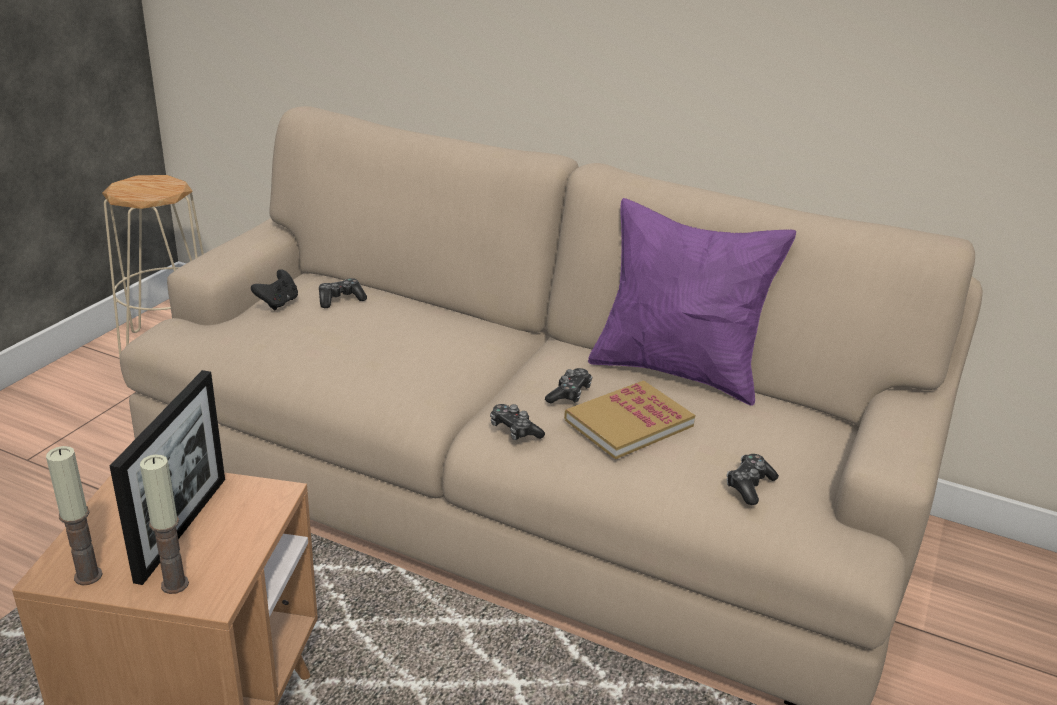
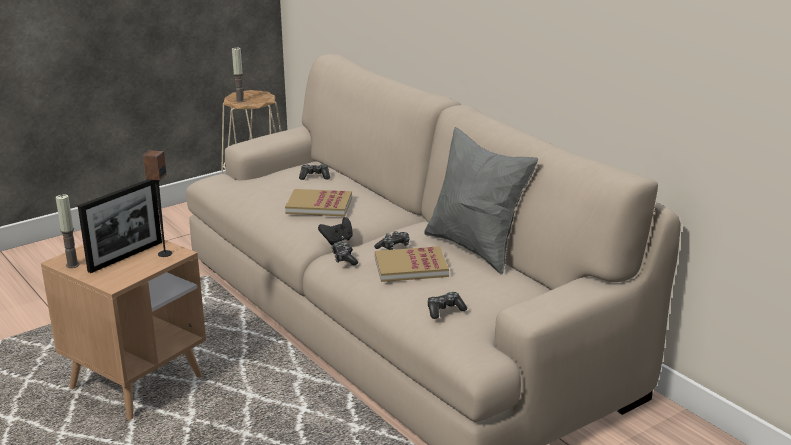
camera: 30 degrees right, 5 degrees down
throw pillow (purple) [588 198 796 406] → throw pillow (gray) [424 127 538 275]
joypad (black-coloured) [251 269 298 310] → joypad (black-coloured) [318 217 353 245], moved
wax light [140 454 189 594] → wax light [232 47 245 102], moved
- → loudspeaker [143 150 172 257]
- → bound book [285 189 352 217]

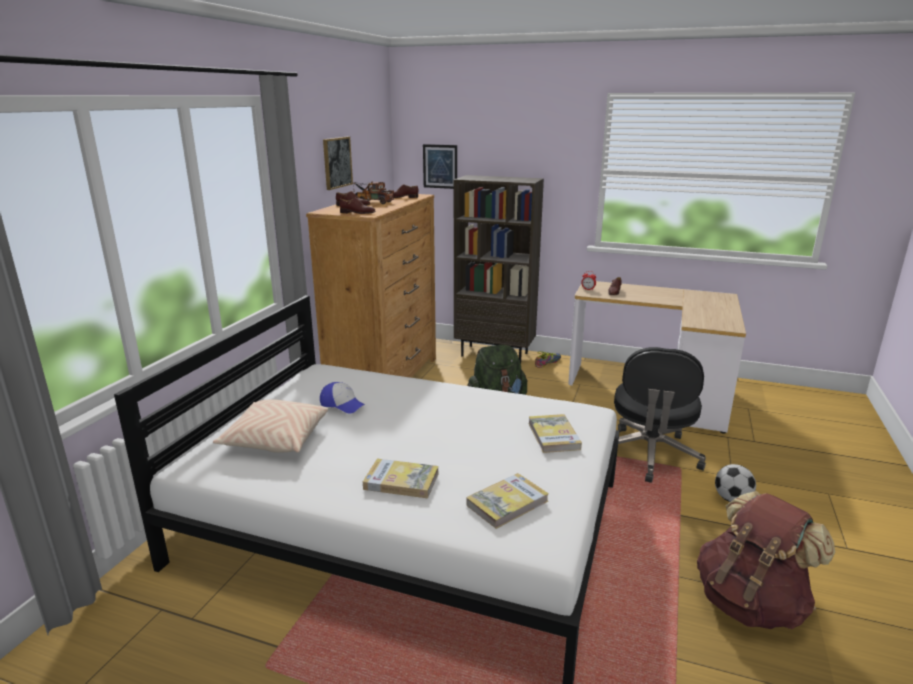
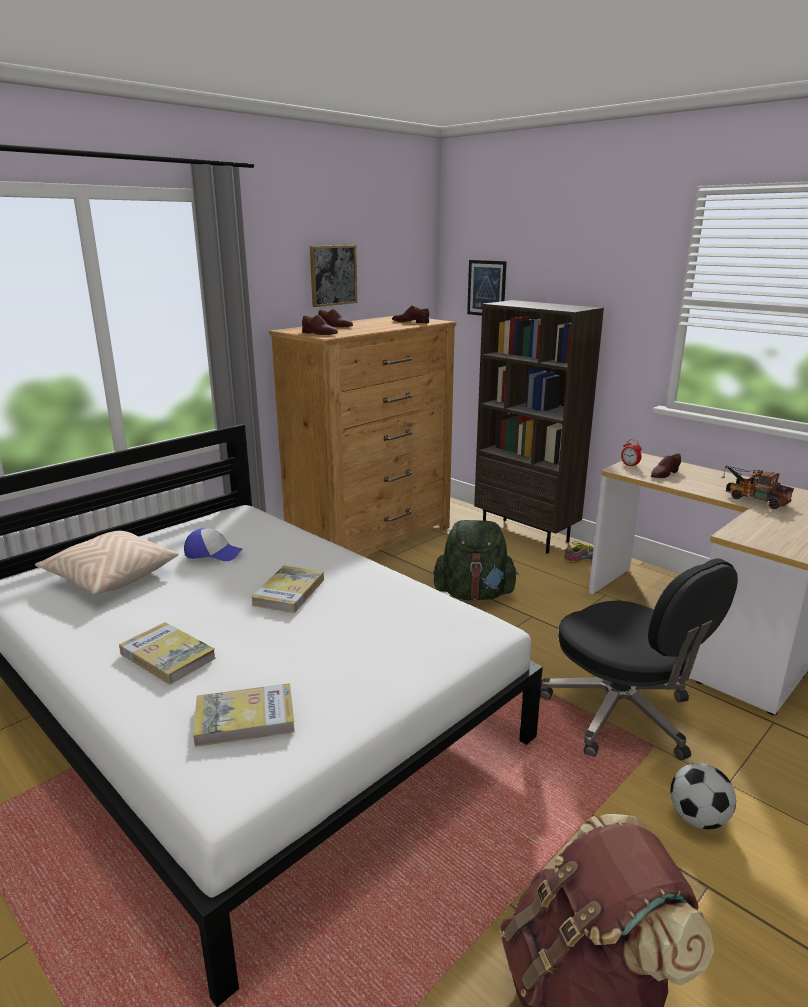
camera: 25 degrees right, 0 degrees up
toy lorry [353 182 394 204] → toy lorry [722 466 794 509], moved
computer chair (black-coloured) [614 347 706 483] → computer chair (black-coloured) [540 558 738 760], 75 degrees counterclockwise
cap [320 382 366 413] → cap [184 528 243 561], 45 degrees counterclockwise
bound book [528 414 582 453] → bound book [251 566 324 613], moved

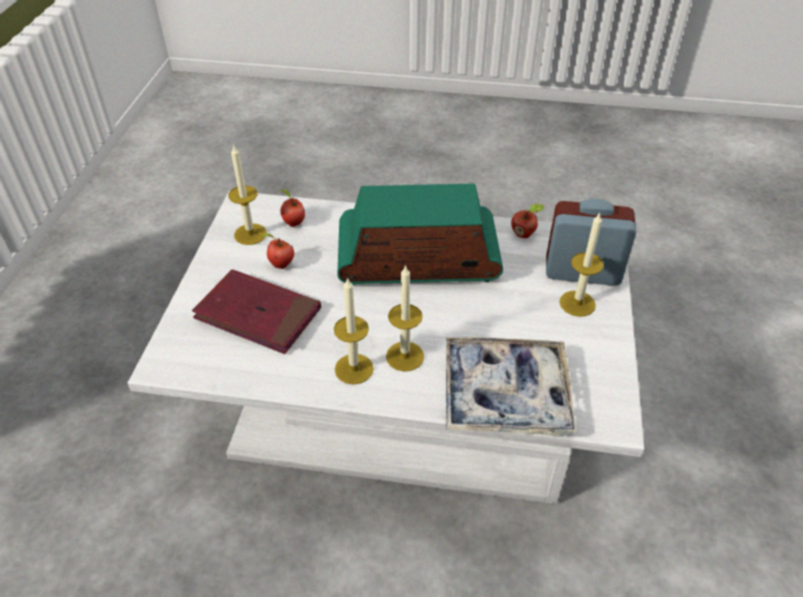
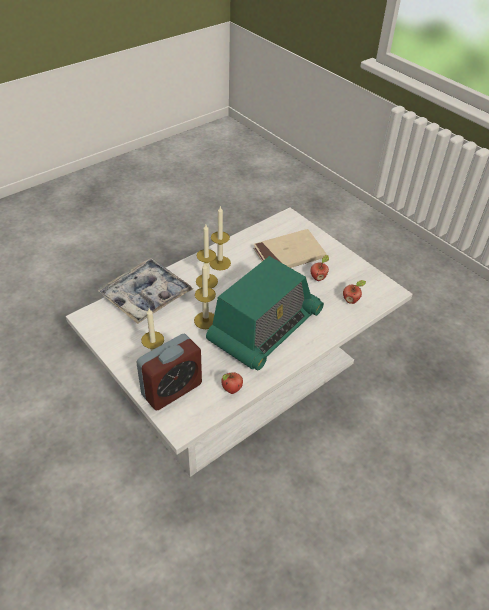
camera: 130 degrees right, 0 degrees up
wax light [228 144 267 245] → wax light [194 262 216 329], moved
bound book (reddish) [192 269 321 354] → bound book (sand-coloured) [253 229 326 268]

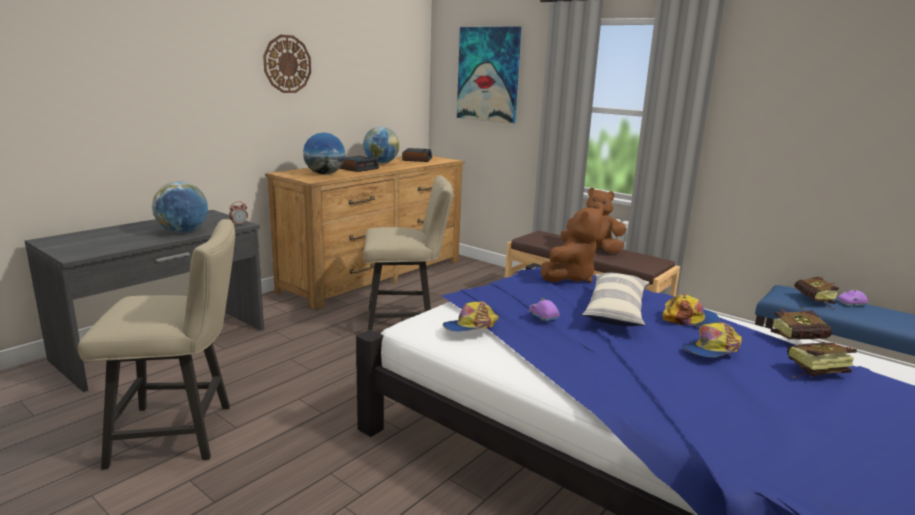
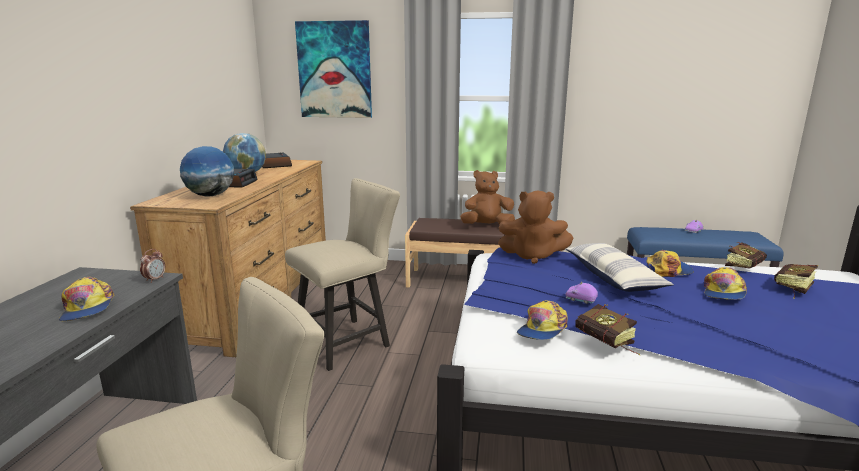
camera: 30 degrees left, 0 degrees up
clock on the wall [263 35 311 93] → -
desk globe [152 182 208 233] → cap [59 277 115 321]
soft toy (brownish) [541 207 603 283] → soft toy (brownish) [498 190 573 264], 90 degrees clockwise
bound book [795 277 839 310] → bound book [575 304 640 355], moved

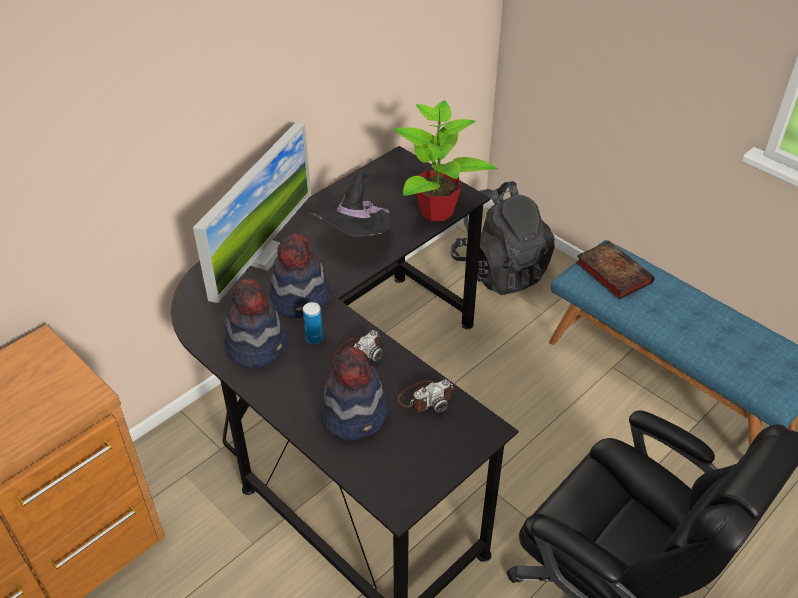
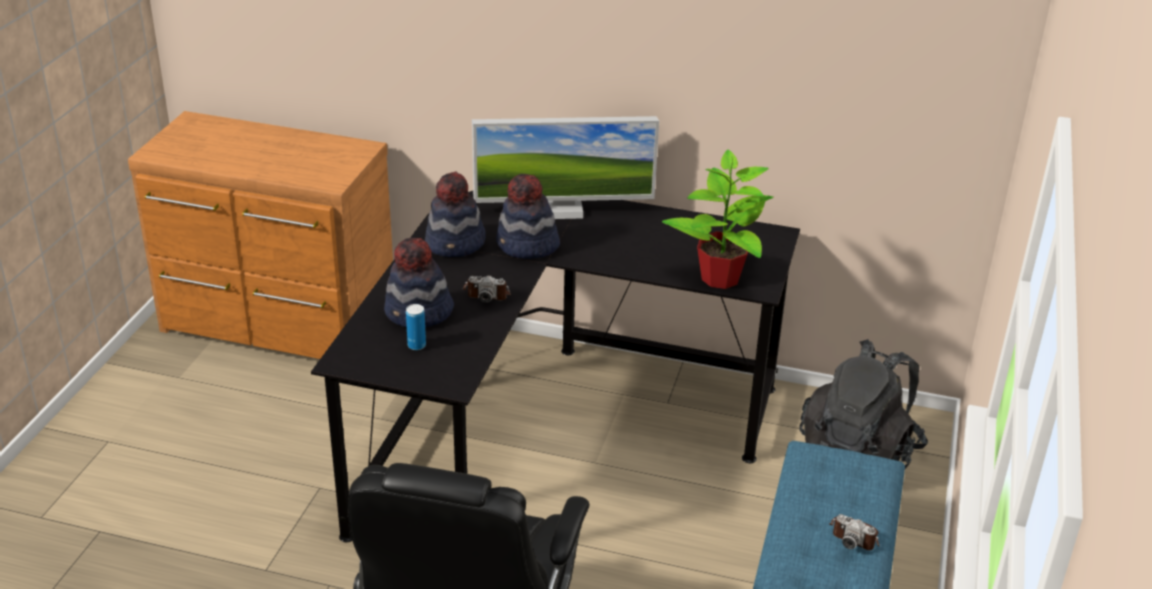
camera: 60 degrees right, 10 degrees down
hat (black-coloured) [307 170 390 237] → -
bound book [576 241 655 300] → -
sealed can [303 302 323 344] → sealed can [406 304 426 350], moved
photo camera [397 380 454 412] → photo camera [829 514 880 550], moved

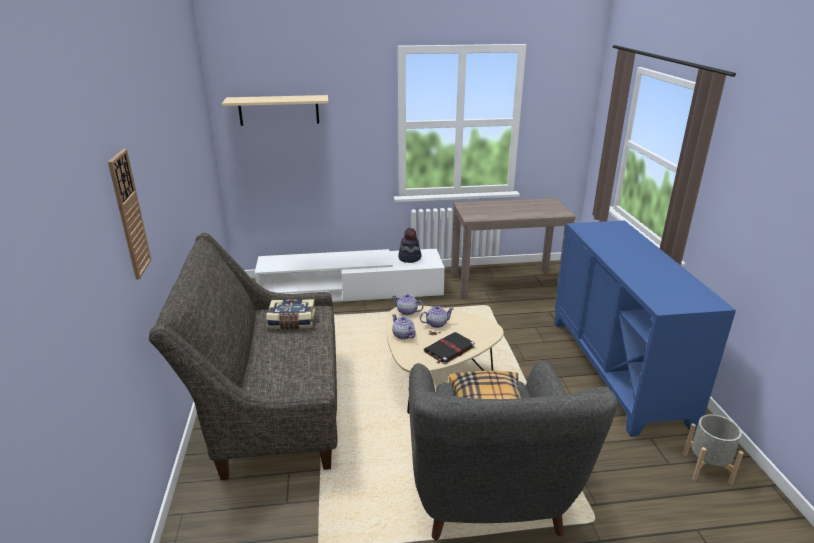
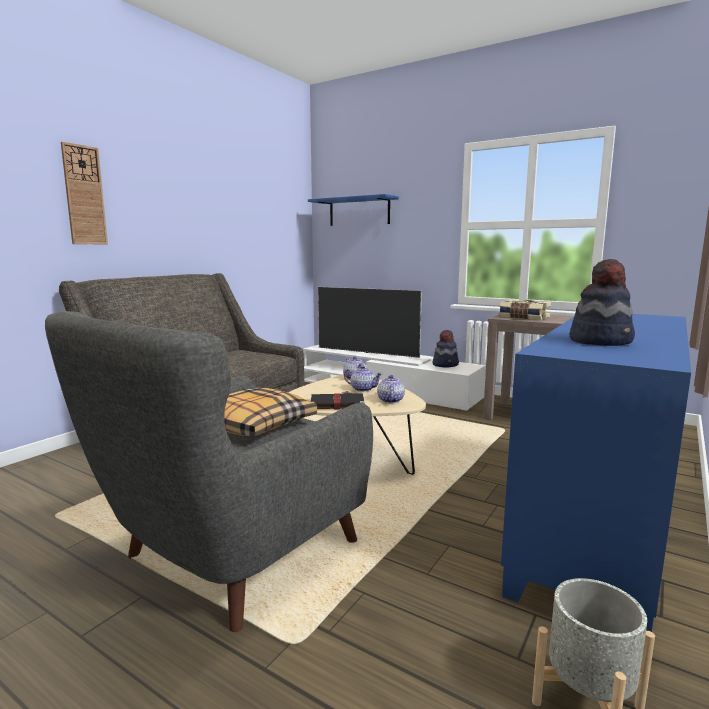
camera: 40 degrees right, 15 degrees down
bracket shelf (sand-coloured) [222 95 328 126] → bracket shelf (blue-coloured) [308 194 399 226]
bound book [266 299 315 329] → bound book [499 300 551 320], moved
pot for tea [392 314 416 340] → pot for tea [377 375 405 403], moved
- → hat [569 259 635 346]
- → TV [318 287 422 358]

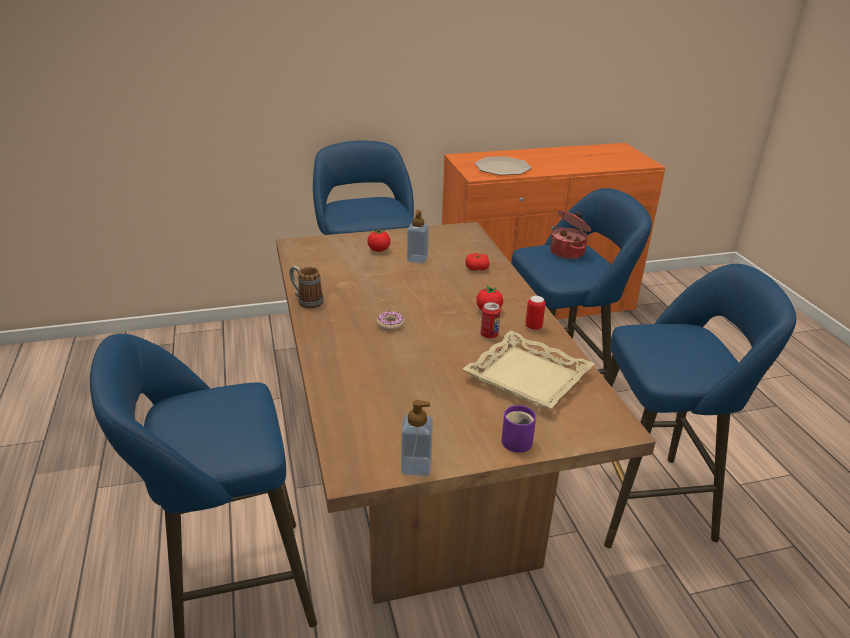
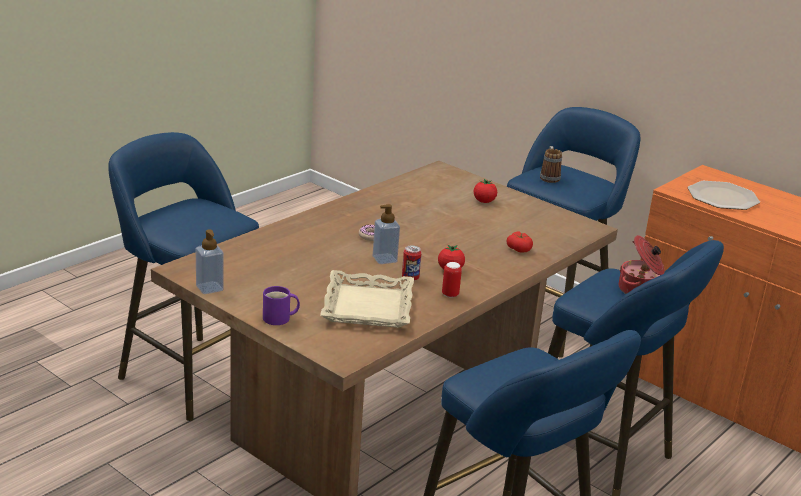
camera: 55 degrees right, 5 degrees down
soap dispenser [407 210 429 263] → soap dispenser [373 204 400 264], moved
mug [289 266 324 308] → mug [540 146 562 183], moved

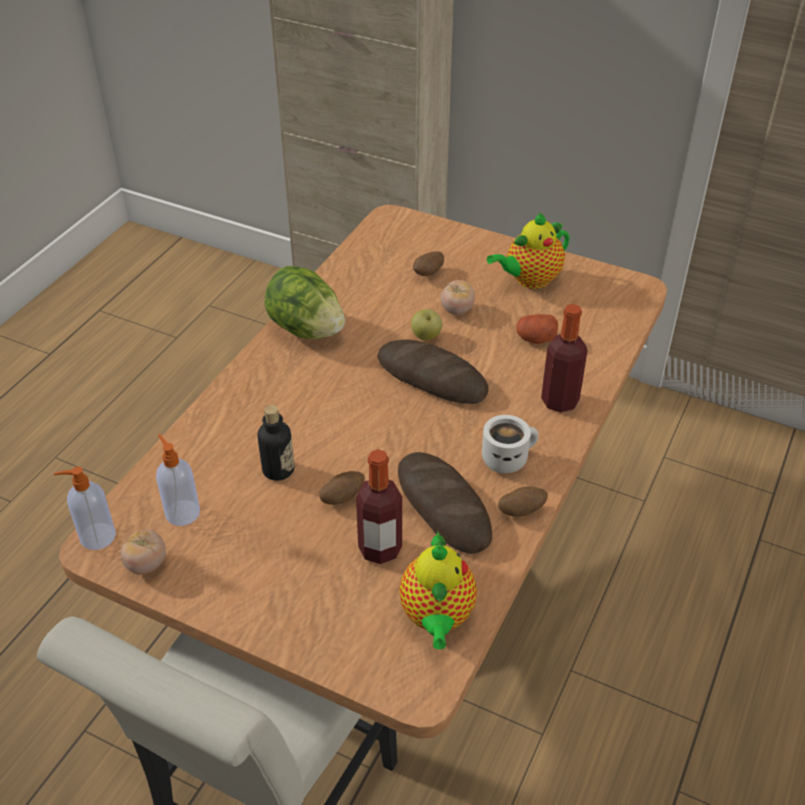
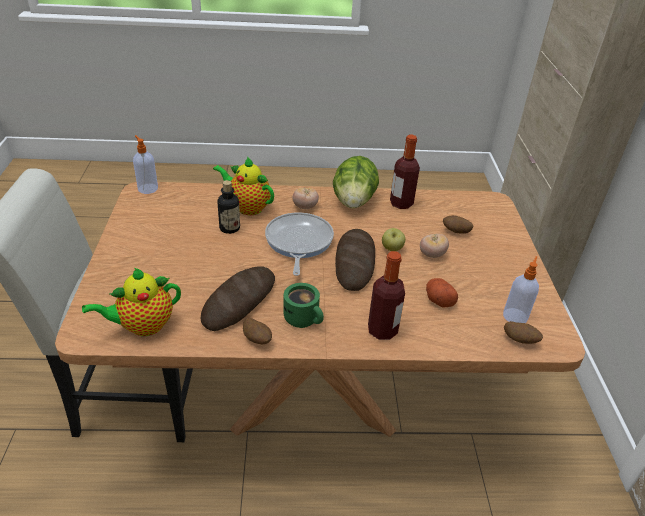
camera: 60 degrees right, 5 degrees down
pot for tea [487 213 570 289] → pot for tea [213 156 274 215], moved
mug (whitish) [482 415 539 474] → mug (green-coloured) [283 283 324 328]
soap dispenser [156 434 200 526] → soap dispenser [503 256 539 323], moved
beverage bottle [356 449 402 564] → beverage bottle [390 135 420 209], moved
potato [319 471 365 505] → potato [504 321 543 344], moved
whole tomato [121 530 166 575] → whole tomato [293 188 319 209], moved
- → frying pan [265 213 334 276]

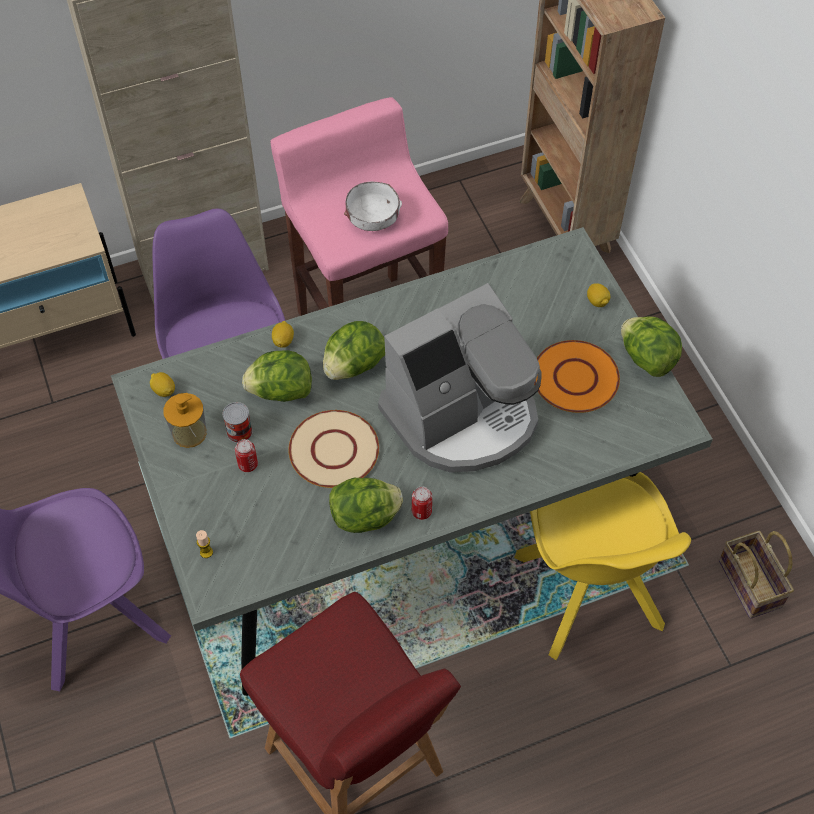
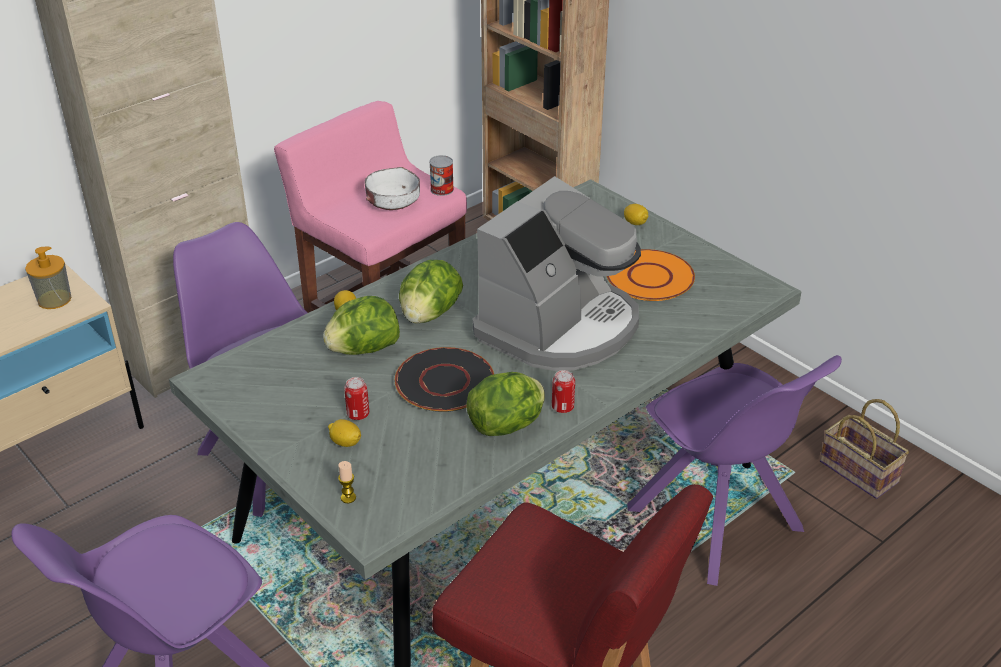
camera: 20 degrees left, 20 degrees down
lettuce head [621 316 682 377] → -
lemon [150 372 175 397] → lemon [328 419 361 447], moved
soap dispenser [163 393 207 448] → soap dispenser [25 247 71 309], moved
sealed can [223 402 253 443] → sealed can [429 155 454 196], moved
plate (sand-coloured) [289 410 379 488] → plate (black-coloured) [395 347 494 412]
chair (yellow-coloured) [514 472 691 660] → chair (purple) [627 355 842 586]

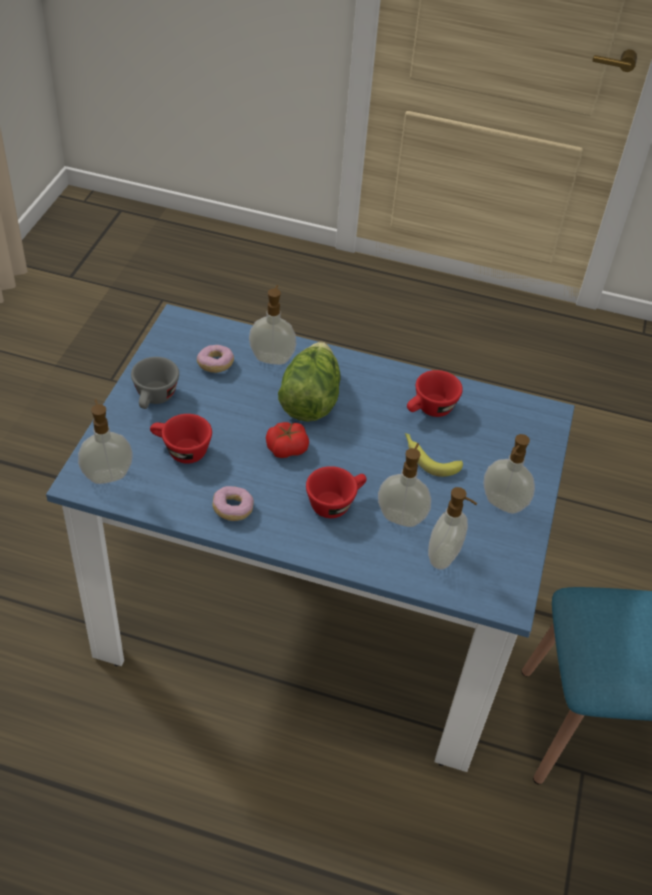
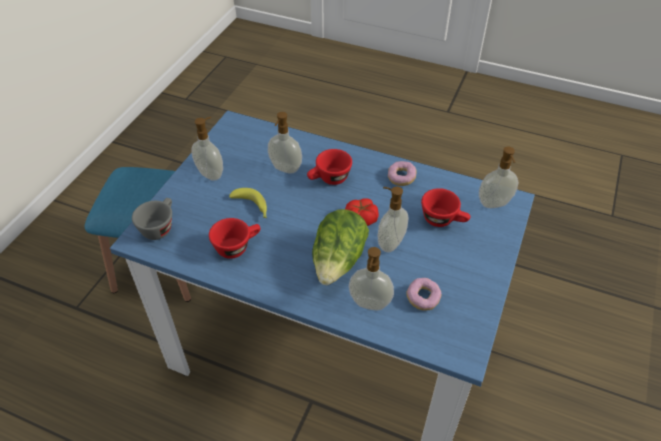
camera: 170 degrees left, 0 degrees up
small cup (gray) [131 357 179 409] → small cup (gray) [132 198 172 240], moved
soap dispenser [428 487 477 570] → soap dispenser [378 187 409 252], moved

